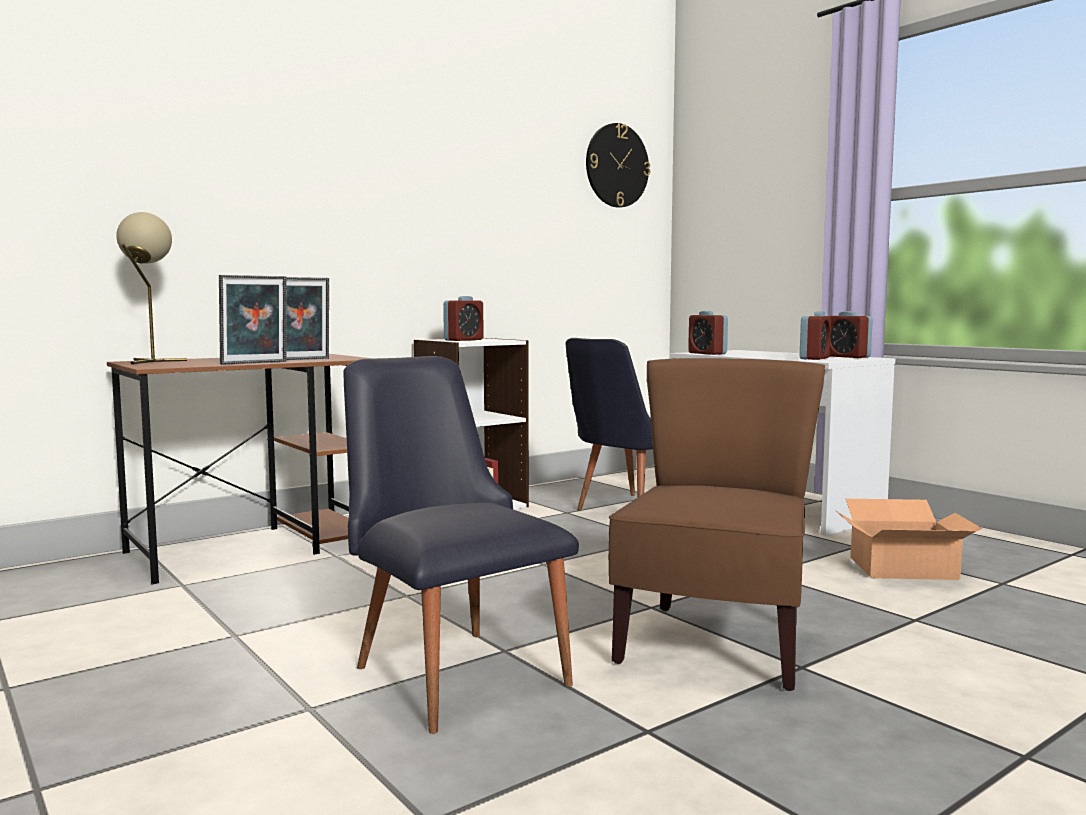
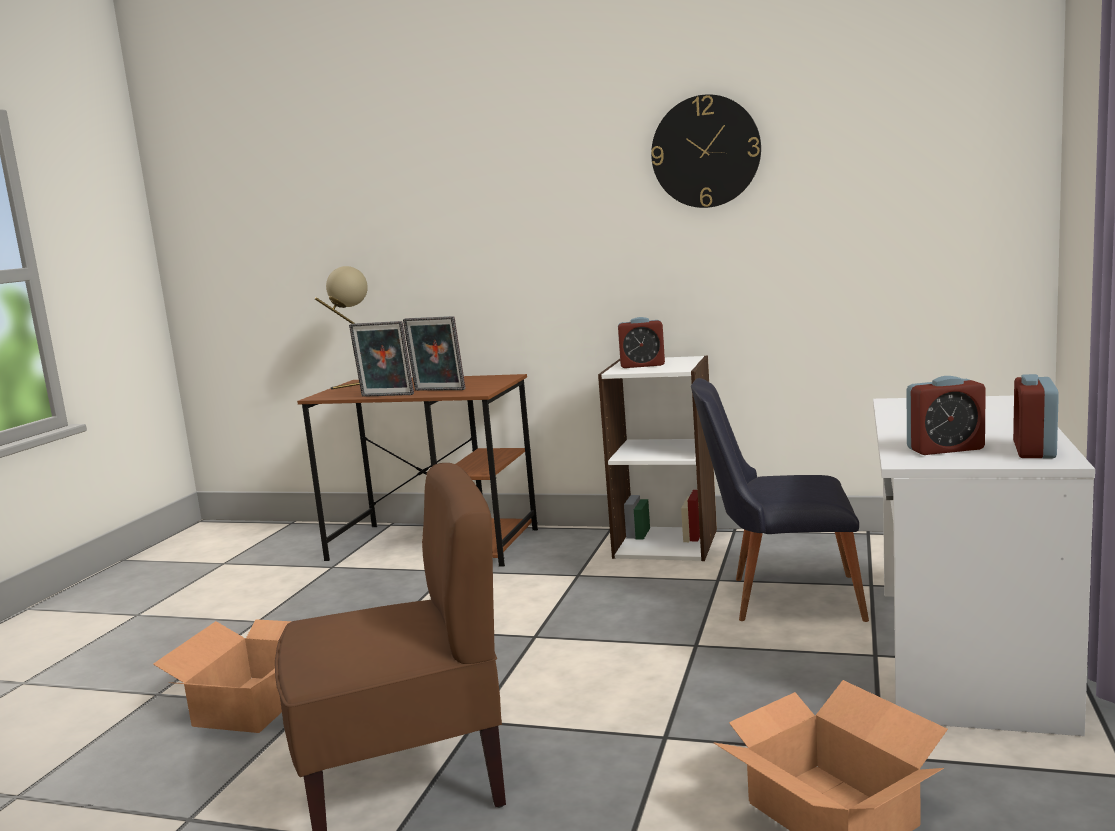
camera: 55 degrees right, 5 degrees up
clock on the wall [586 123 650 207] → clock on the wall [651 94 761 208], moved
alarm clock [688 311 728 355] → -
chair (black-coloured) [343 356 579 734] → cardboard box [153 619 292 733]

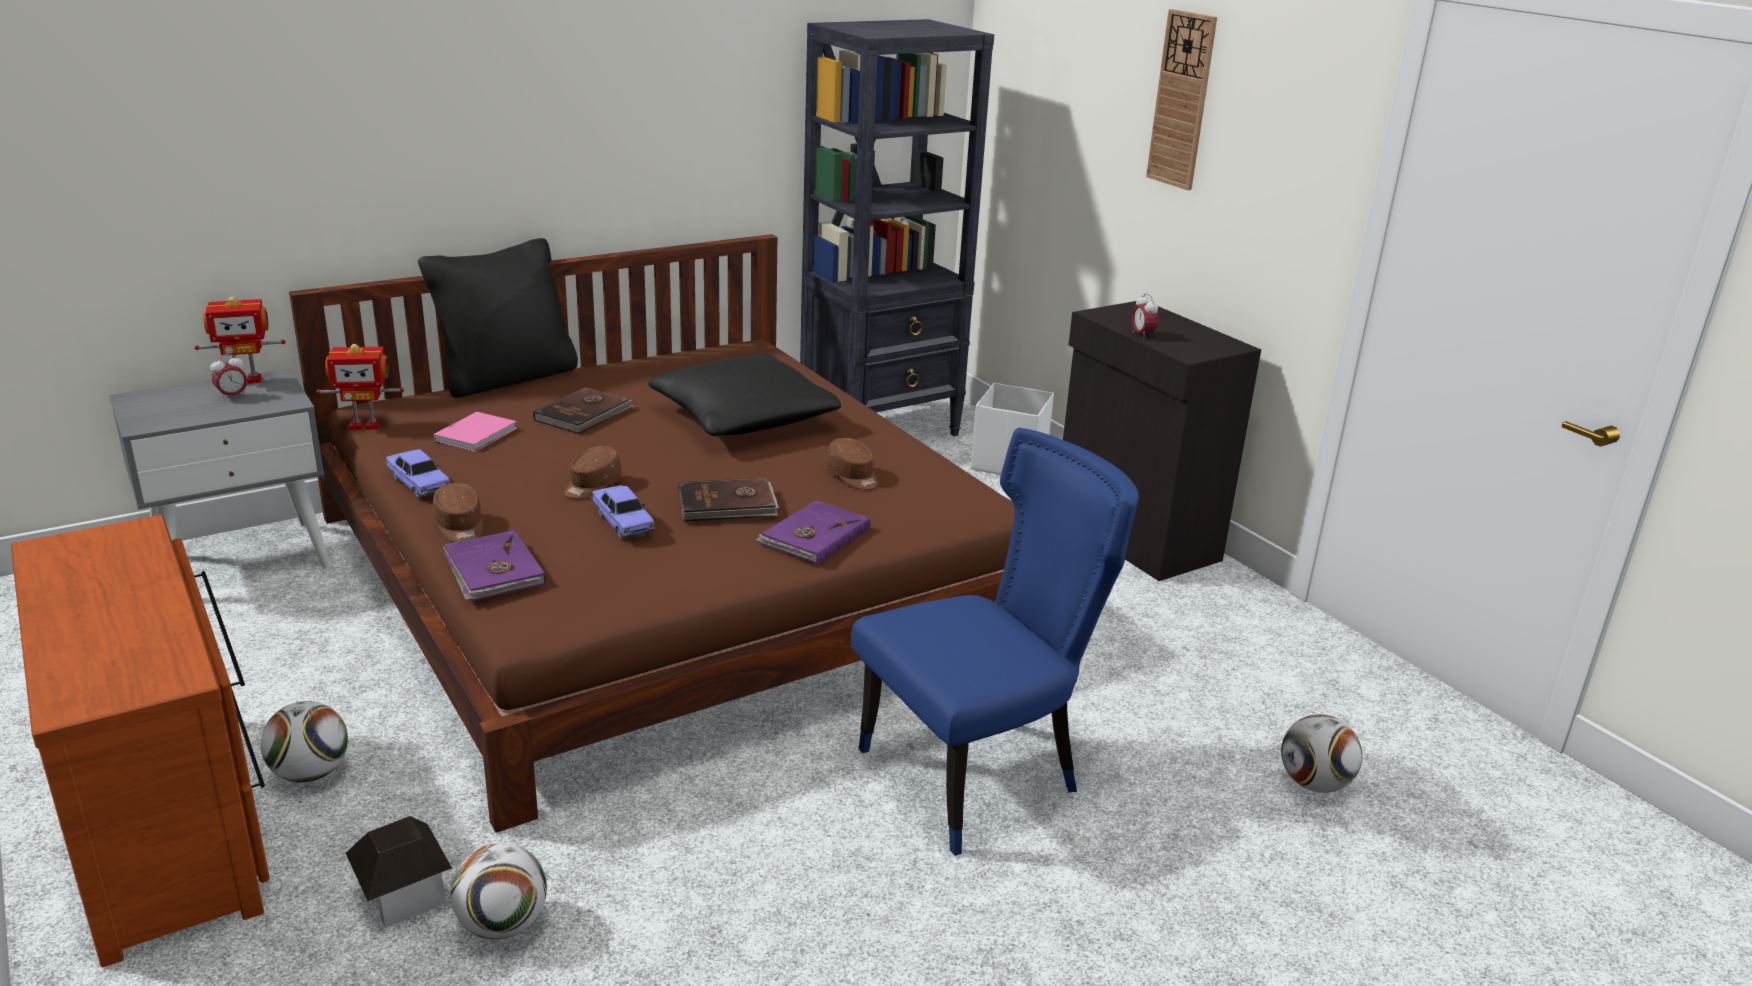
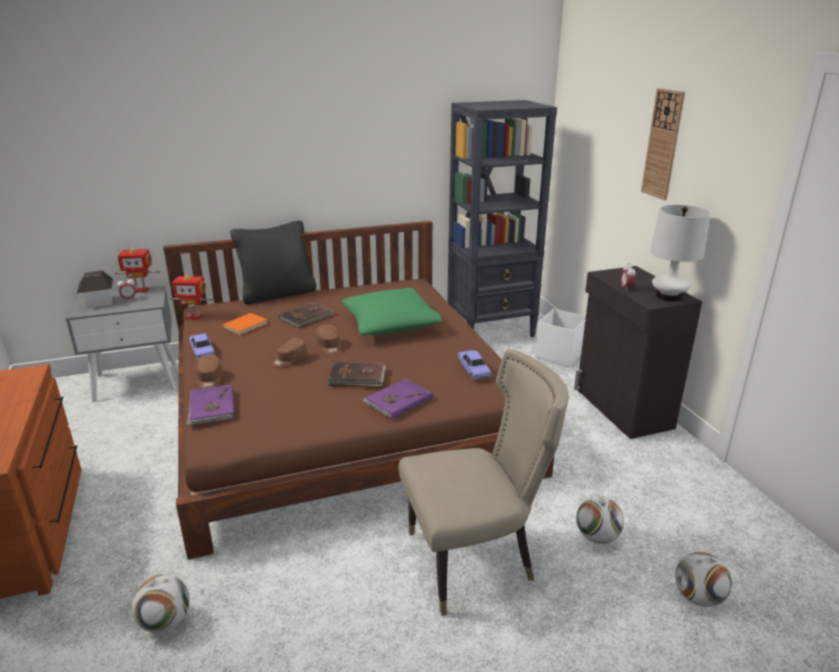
camera: 15 degrees right, 0 degrees up
throw pillow (black-coloured) [648 353 841 436] → throw pillow (green-coloured) [342 288 442 335]
bound book (pinkish) [434 412 517 452] → bound book (orange) [223 313 268 336]
chair (blue-coloured) [851 428 1139 856] → chair (sand-coloured) [398 349 569 616]
cap (brownish) [826 438 879 489] → cap (brownish) [316 325 341 354], moved
toy car [591 485 656 539] → toy car [457 350 492 380], moved
ball for football [261 701 348 783] → ball for football [576 496 624 544], moved
toy house [346 816 452 928] → toy house [77 270 113 308], moved
- → lamp for a table (whitish) [650 205 710 301]

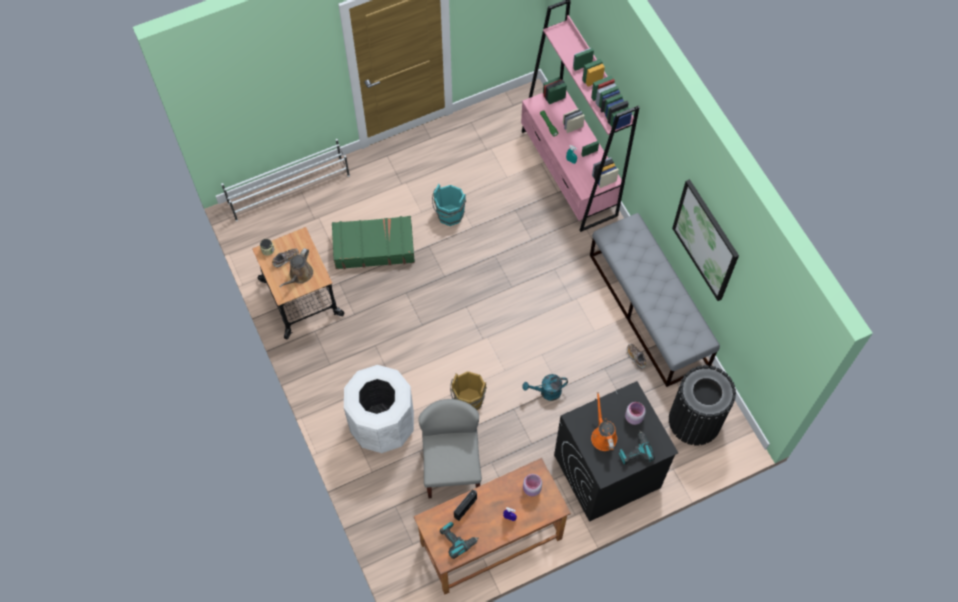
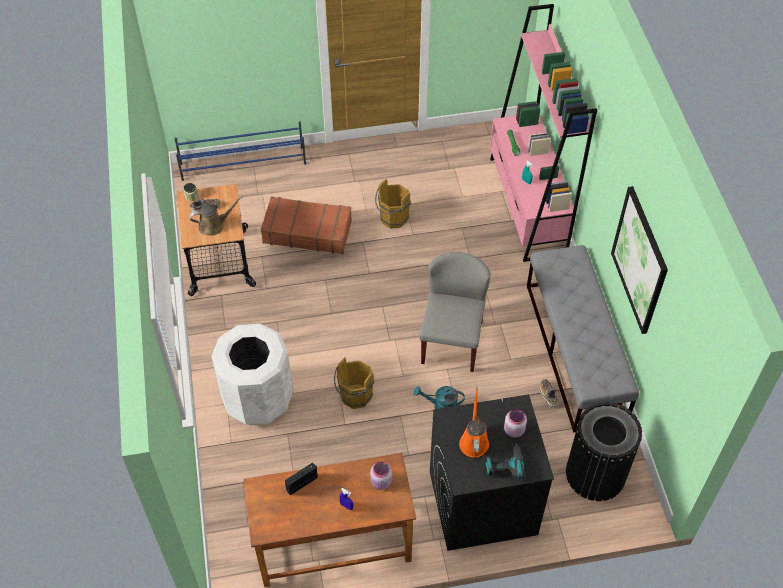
camera: 15 degrees right, 10 degrees down
shoe stand (whitish) [221 139 350 221] → shoe stand (blue-coloured) [174 121 306 181]
pail (turquoise) [432 184 466 226] → pail (brownish) [375 179 411 229]
travel case (green-coloured) [332 216 415 269] → travel case (brownish) [261 196 352 254]
watering pot (brownish) [279 248 313 287] → watering pot (brownish) [190 196 243 236], 150 degrees counterclockwise
chair (gray) [419 399 482 498] → chair (gray) [419 252 491 372], moved
electric drill [440 522 479 559] → -

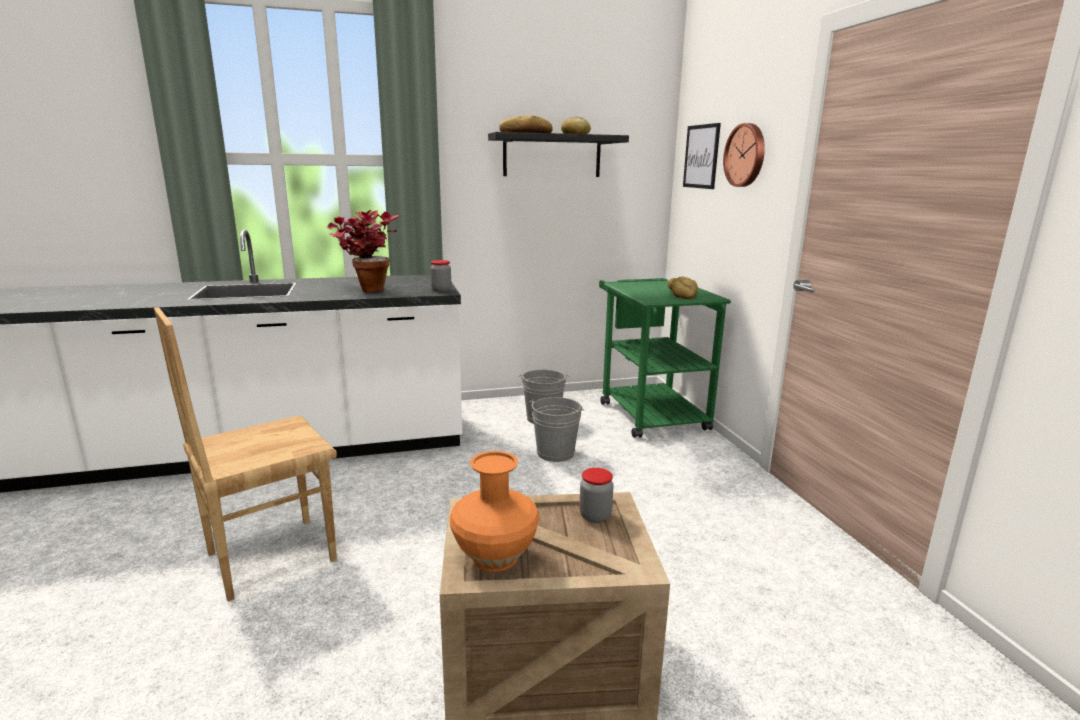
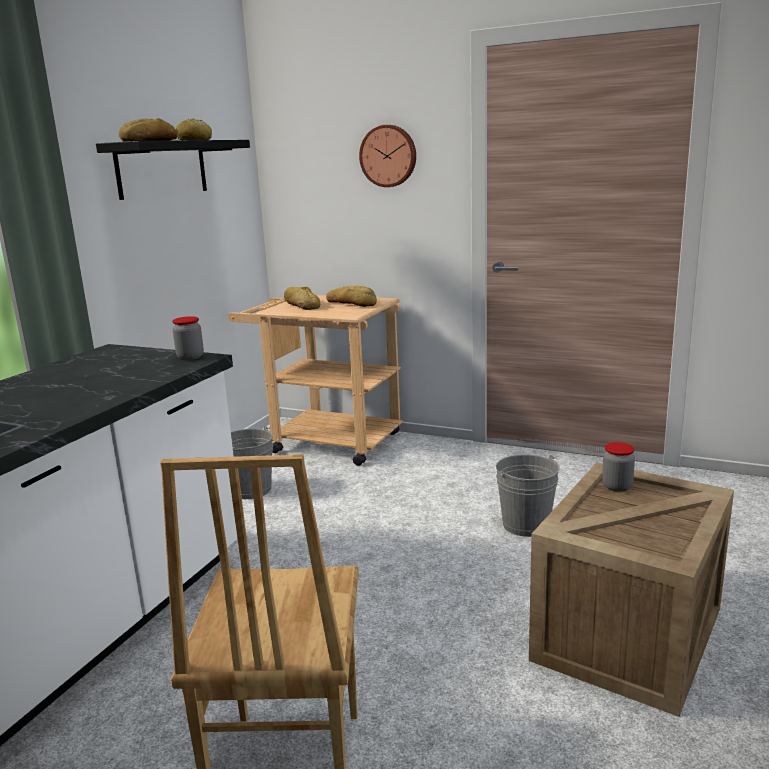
camera: 50 degrees left, 0 degrees up
wall picture [683 123 721 189] → -
potted plant [327 210 400 293] → -
trolley (green-coloured) [599 278 731 438] → trolley (sand-coloured) [228 295 403 466]
pail (gray) [529 397 584 462] → pail (gray) [496 455 560 537], moved
decorative vase (orange) [450 451 540 572] → -
- → bread [284 287 320 310]

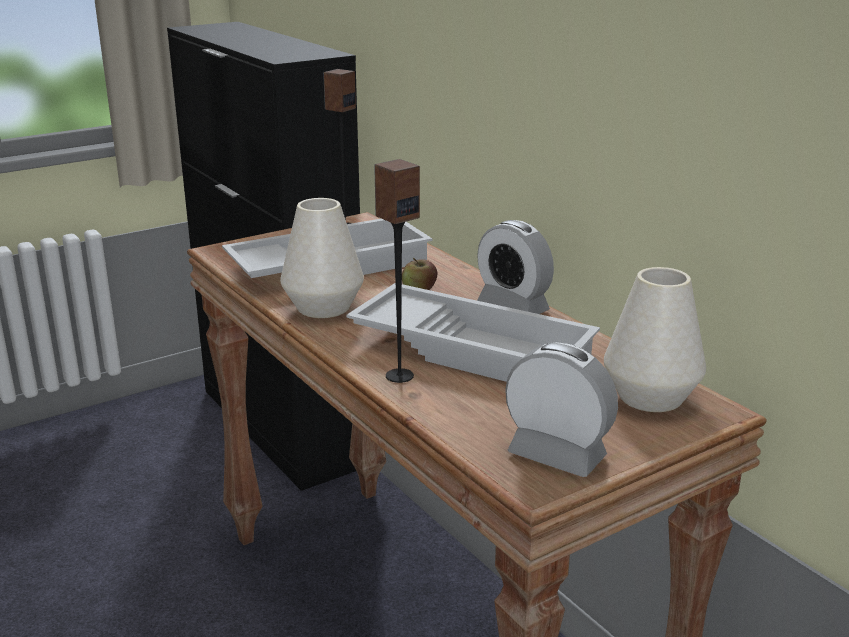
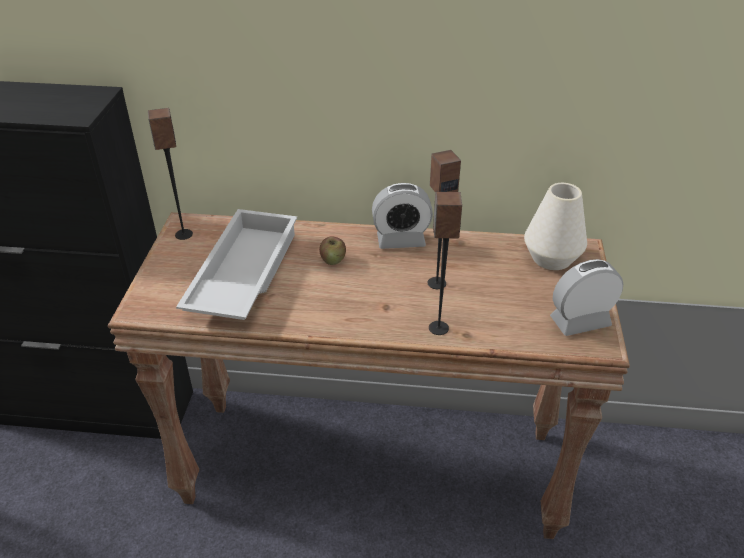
camera: 50 degrees left, 15 degrees up
decorative vase (whitish) [280 198 364 318] → -
carrying tray (whitish) [346 283 600 382] → loudspeaker [428 150 461 289]

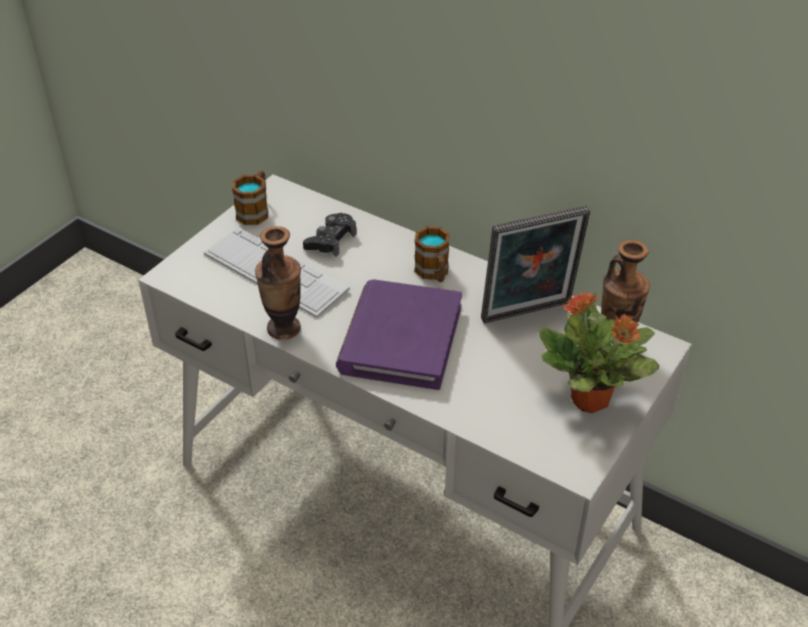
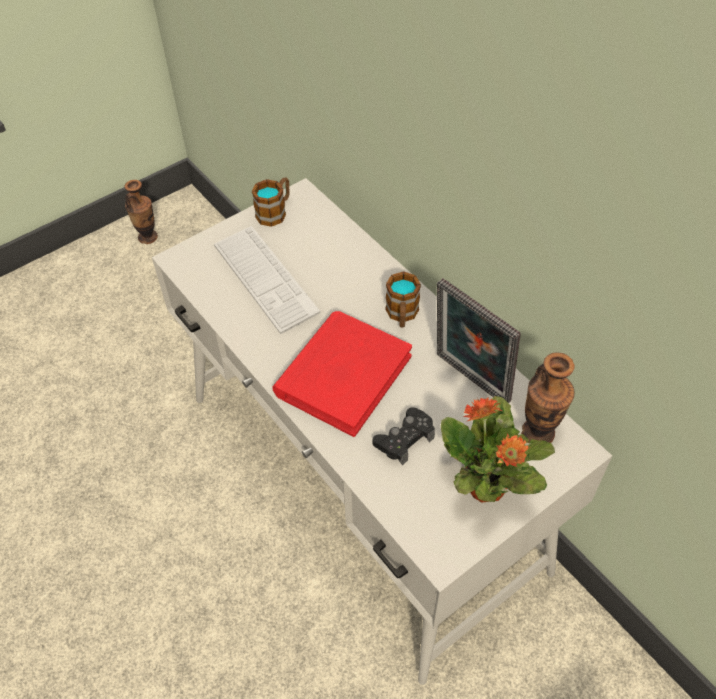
camera: 20 degrees right, 10 degrees up
picture frame [481 206 590 323] → picture frame [437 278 521 403], 45 degrees clockwise
joypad (black-coloured) [303 213 357 257] → joypad (black-coloured) [373 407 435 465], moved
decorative vase [255 226 301 340] → decorative vase [124 180 158 244], moved
bound book (purple) [336 279 462 390] → bound book (reddish) [272 311 412 437]

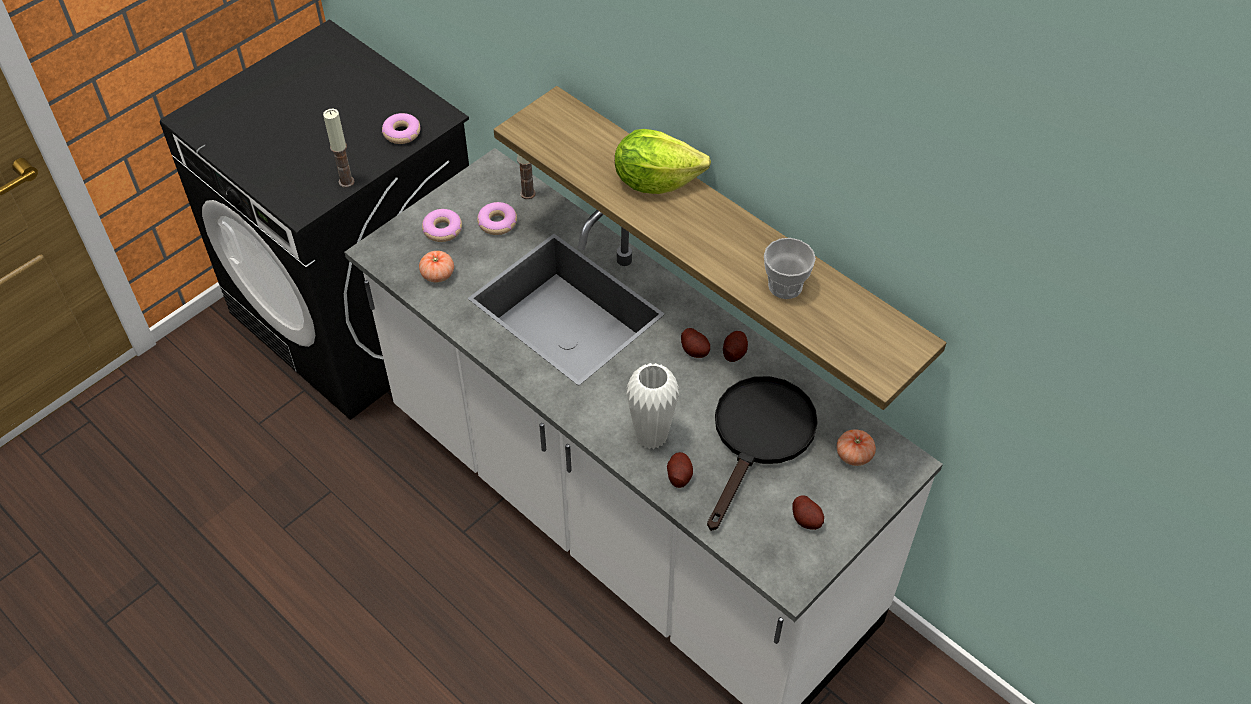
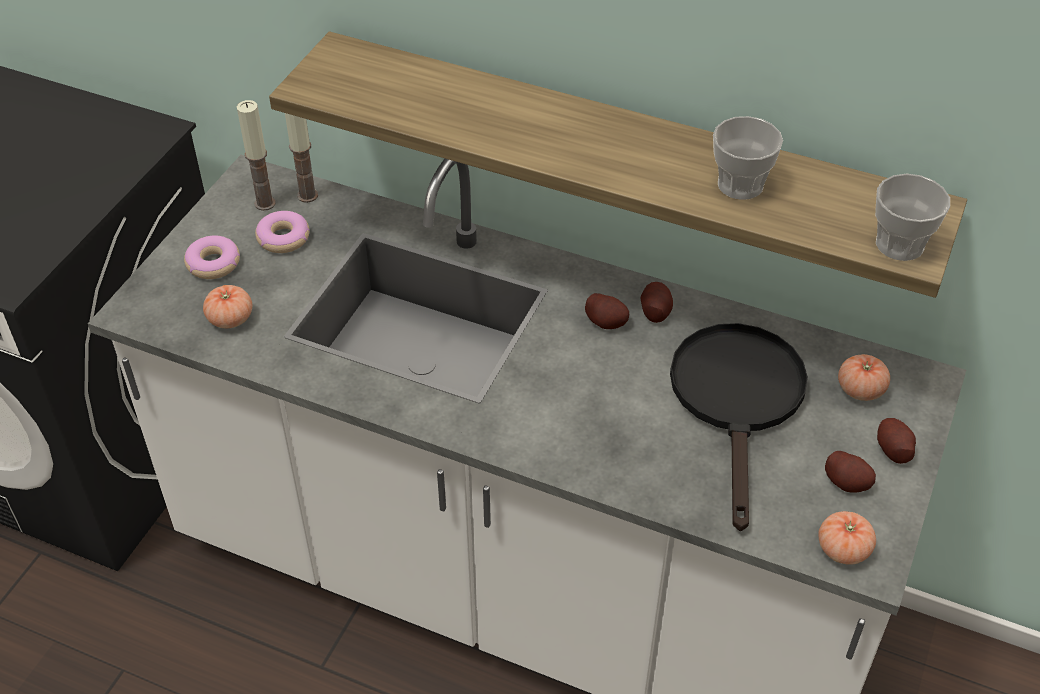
camera: 20 degrees left, 5 degrees down
wax light [323 109 355 188] → wax light [237 100 276 211], moved
ring doughnut [382 113 420 144] → -
lettuce head [615 129 711 194] → -
decorative vase (whitish) [626 363 679 449] → -
potato [667 452 693 488] → potato [877 418 916 464], moved
- → small cup [875 174 950 261]
- → whole tomato [818 511 876 565]

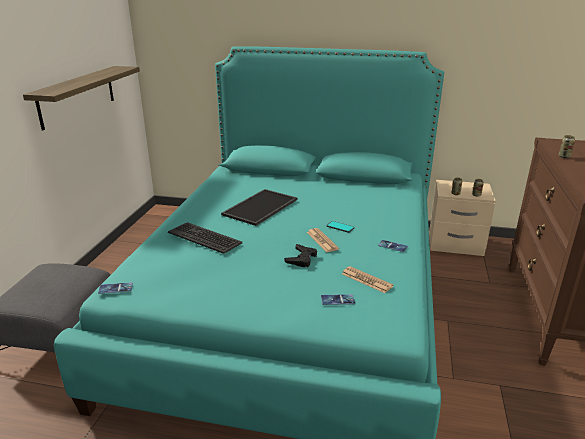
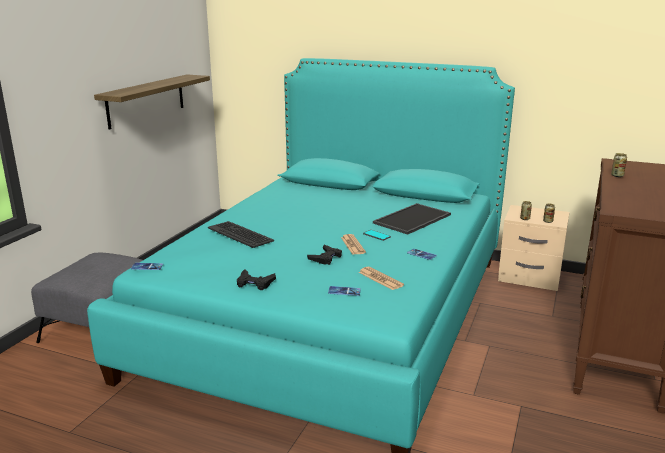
camera: 10 degrees right, 5 degrees down
carrying tray [221 189 298 226] → carrying tray [373 203 451 235], moved
- → joypad (black-coloured) [237 270 276 290]

